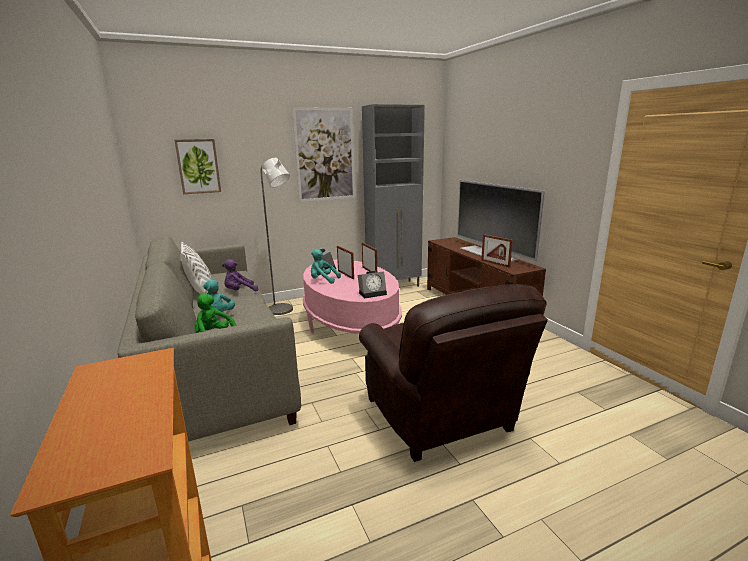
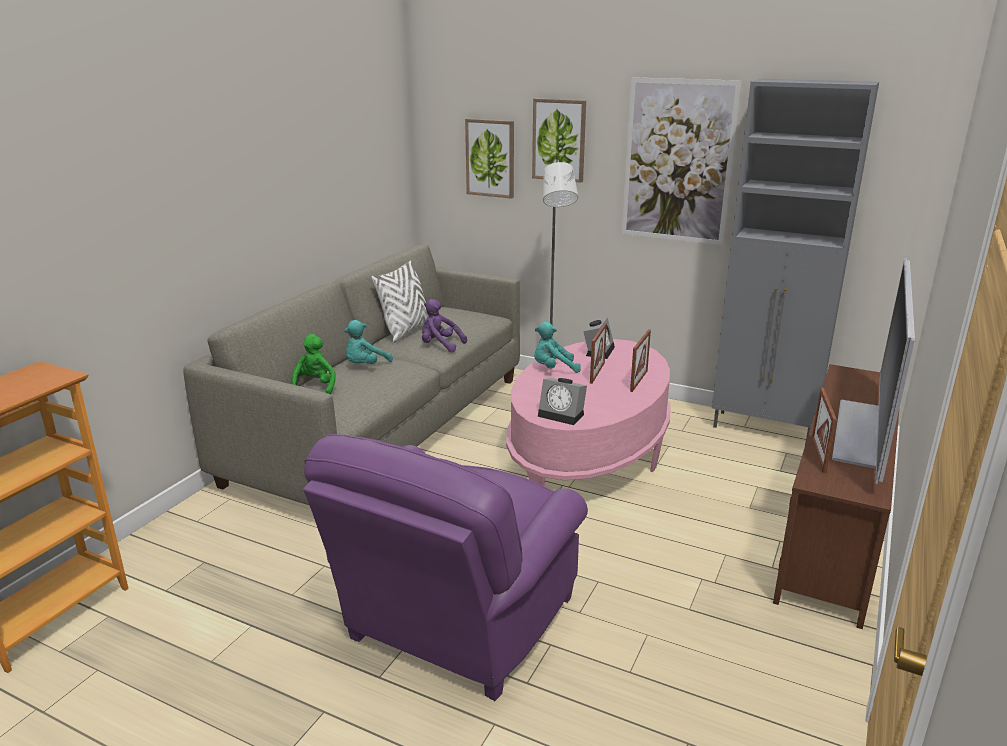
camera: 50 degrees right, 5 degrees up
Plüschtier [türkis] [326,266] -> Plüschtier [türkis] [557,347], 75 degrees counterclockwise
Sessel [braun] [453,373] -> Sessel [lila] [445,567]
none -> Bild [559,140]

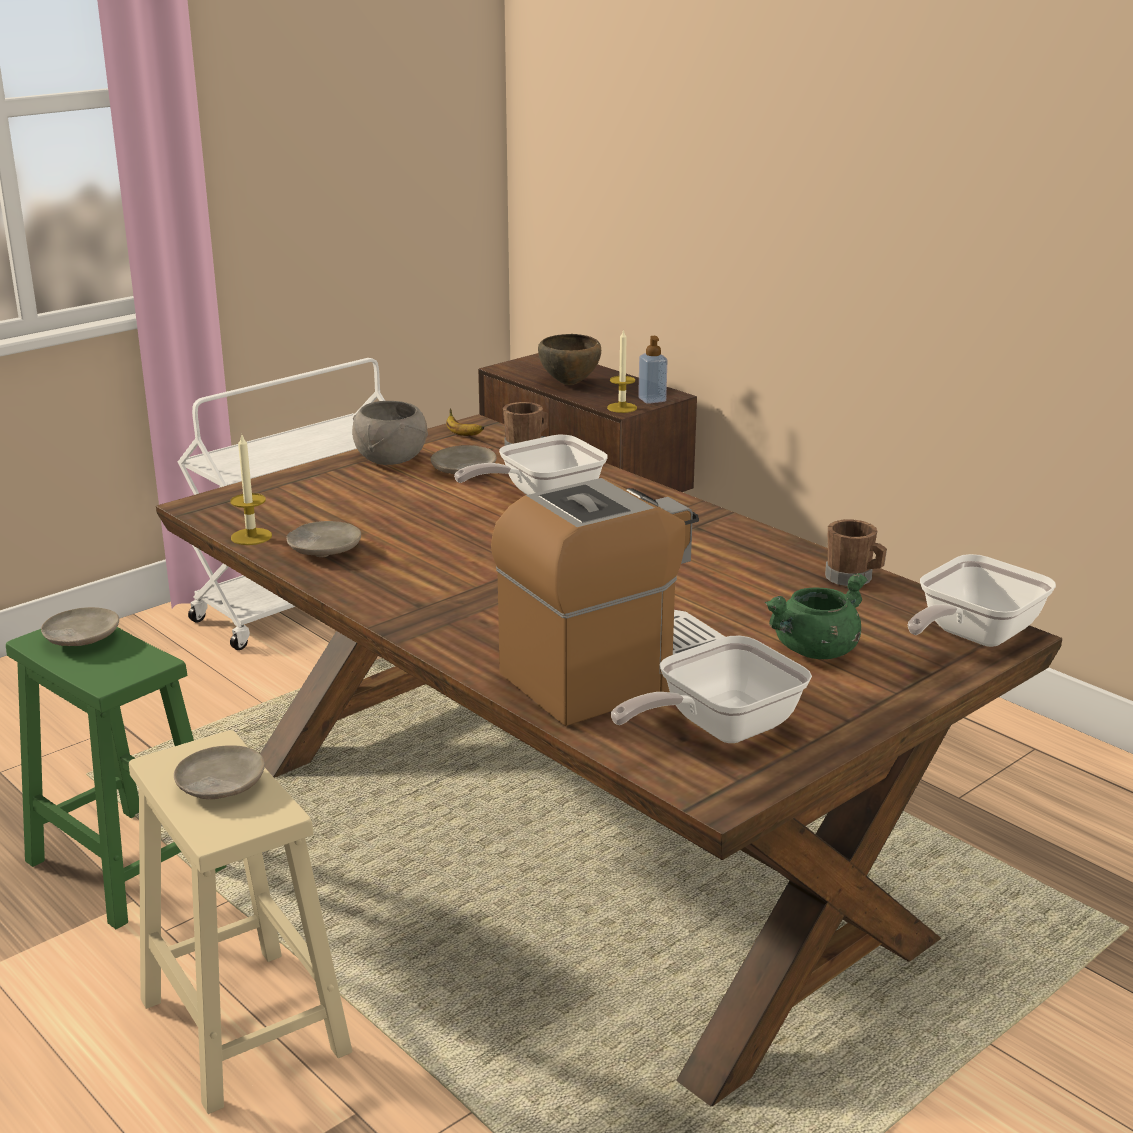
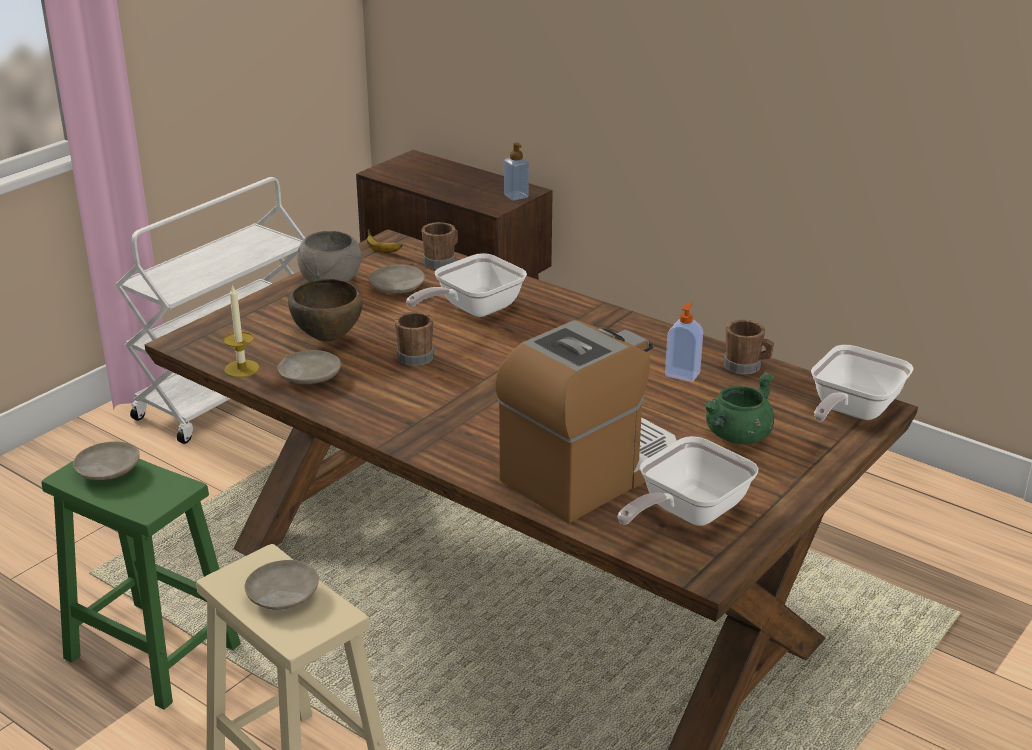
camera: 10 degrees left, 5 degrees up
Kerze [622,371] -> none
Schüssel [braun] [569,359] -> Schüssel [braun] [325,310], relocated
none -> Seifenspender [684,342]
none -> Henkelbecher [braun] [414,339]

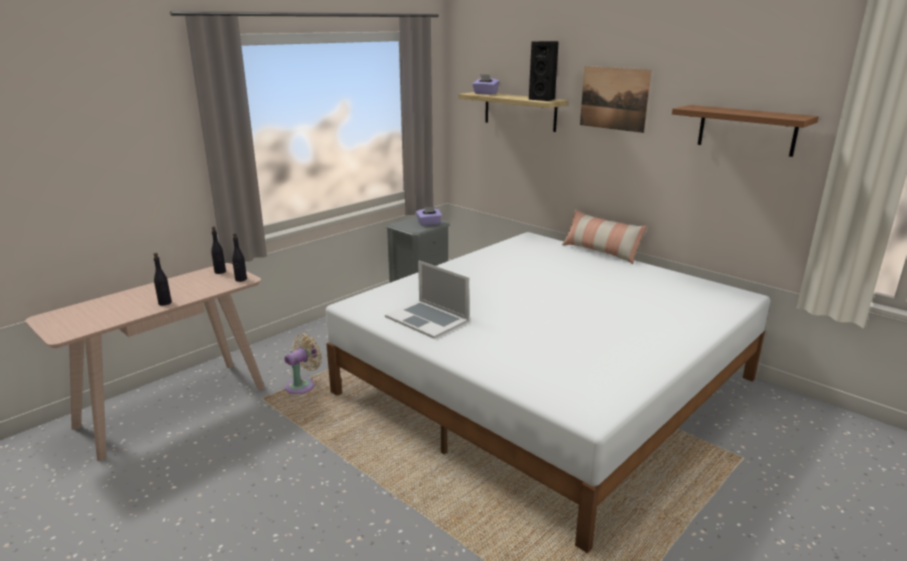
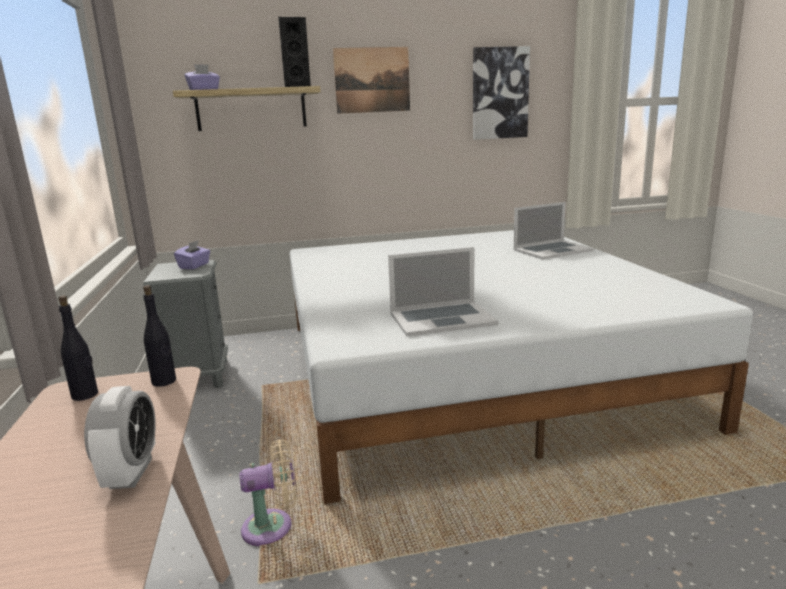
camera: 55 degrees left, 5 degrees down
Wandregal [braun] [745,131] -> Bild [501,93]
Kissen [604,236] -> none
Flasche [schwarz] [163,279] -> Wecker [120,437]
Ventilator [beige] [303,364] -> Ventilator [beige] [268,492], 90 degrees clockwise
none -> Laptop [554,230]

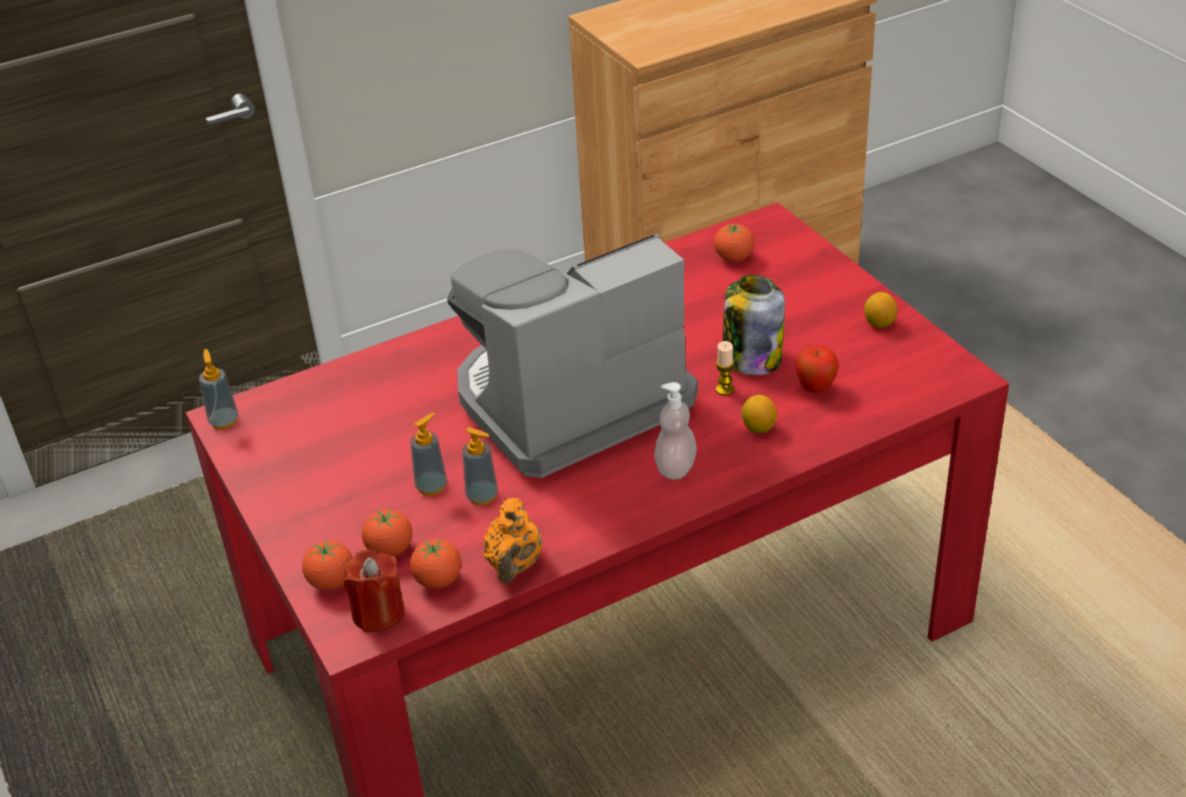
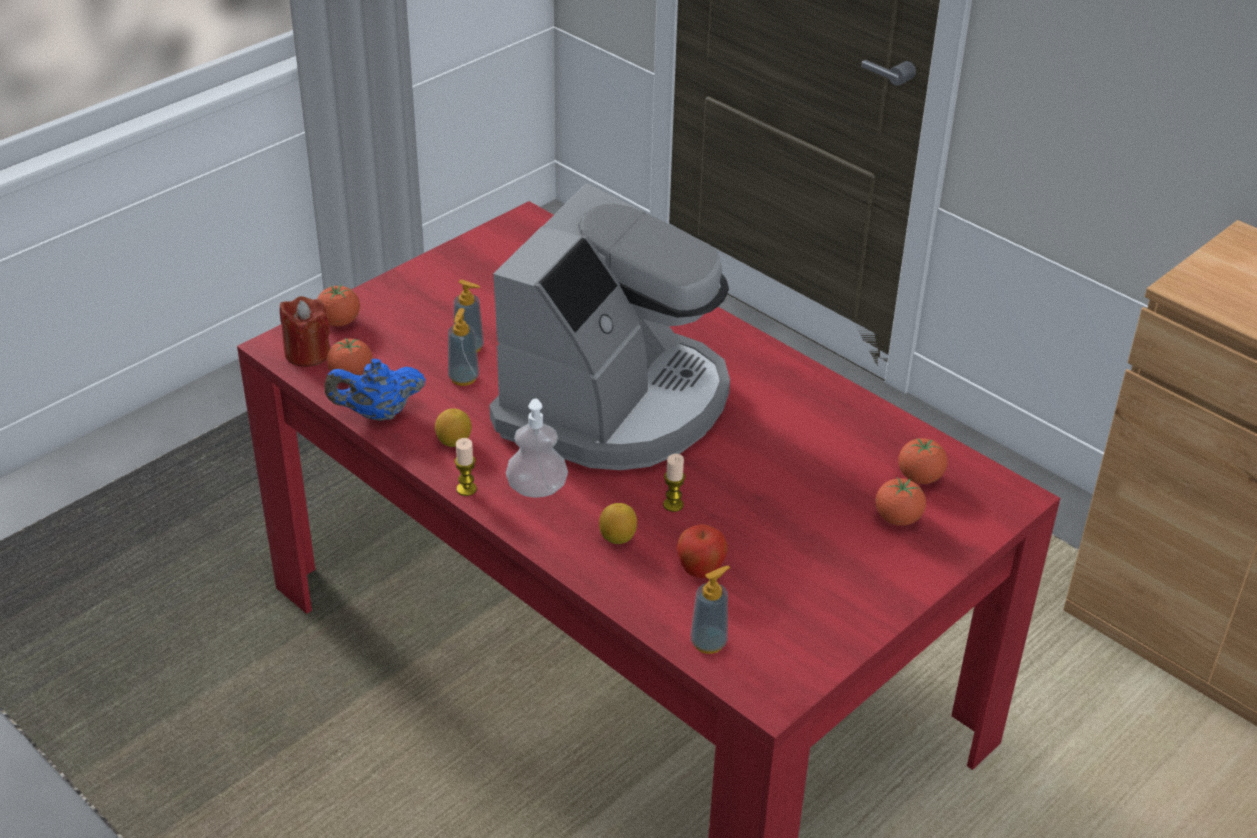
camera: 70 degrees right, 0 degrees up
Kaffeemaschine [572,355] -> Kaffeemaschine [609,326], 75 degrees clockwise
Vorratsglas [754,325] -> none
Zitrone [881,310] -> Zitrone [453,427], relocated
Seifenspender [219,389] -> Seifenspender [710,610], relocated
Teekanne [orange] [513,540] -> Teekanne [blau] [375,390]
Tomate [387,532] -> Tomate [901,501], relocated
none -> Kerze [466,467]

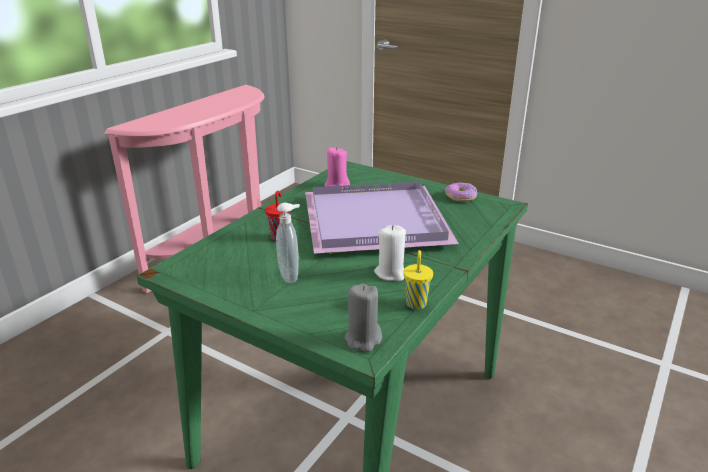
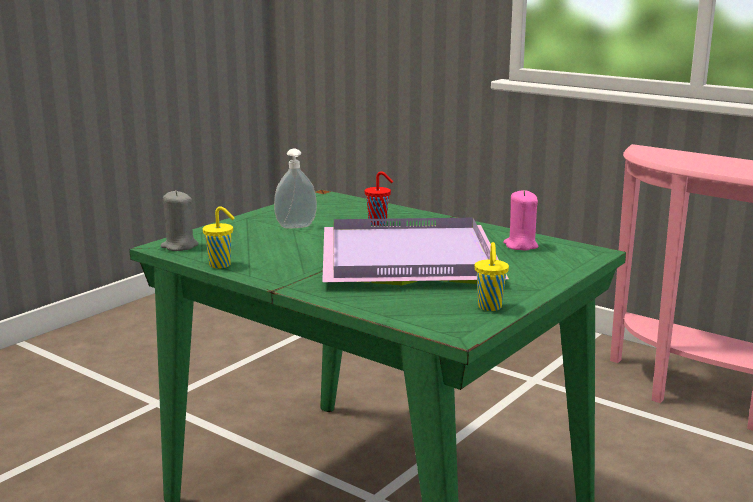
camera: 95 degrees right, 10 degrees down
Donut [461,192] -> Tasse [gelb] [492,276]
Kerze [weiß] [390,253] -> none

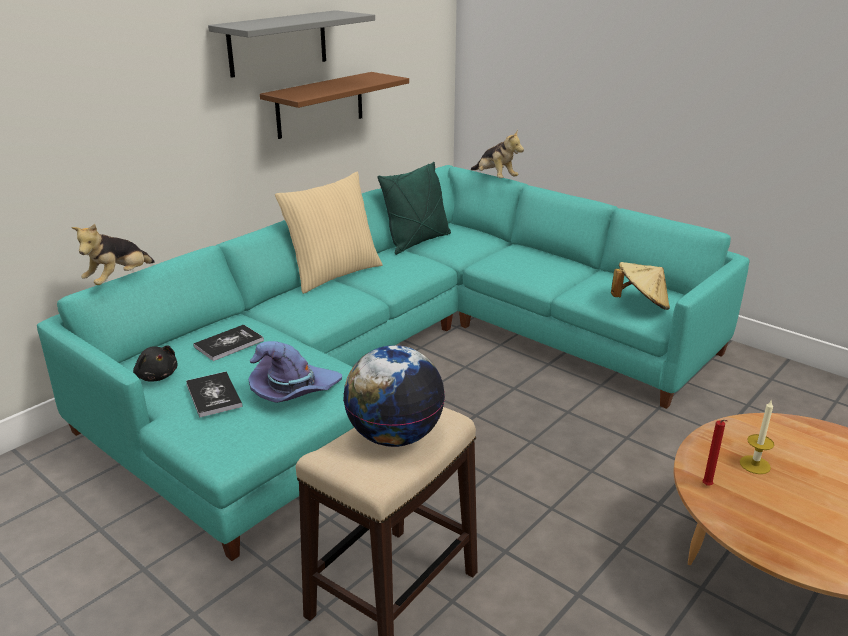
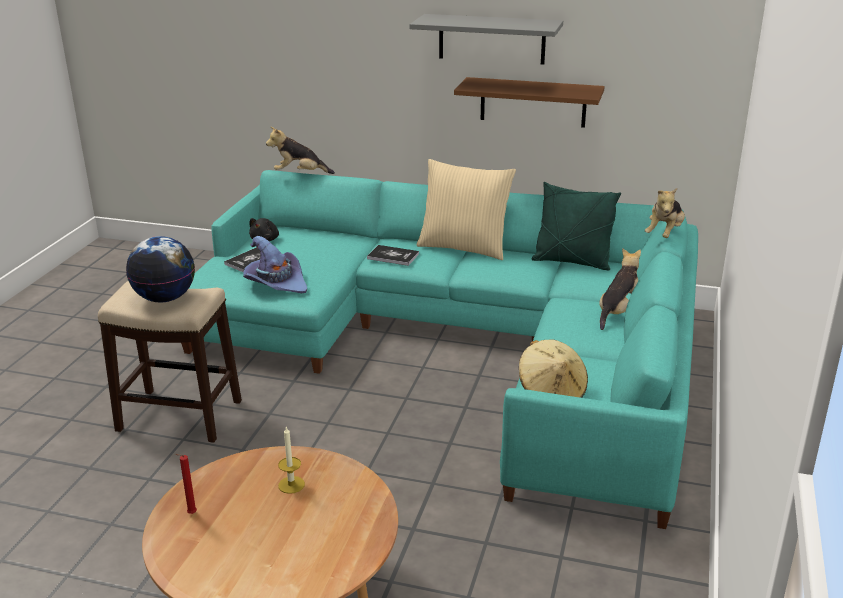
camera: 65 degrees right, 0 degrees up
Buch [228,343] -> Buch [393,255], relocated
Kerze [rot] [714,453] -> Kerze [rot] [186,484], relocated
none -> Plüschtier [620,289]

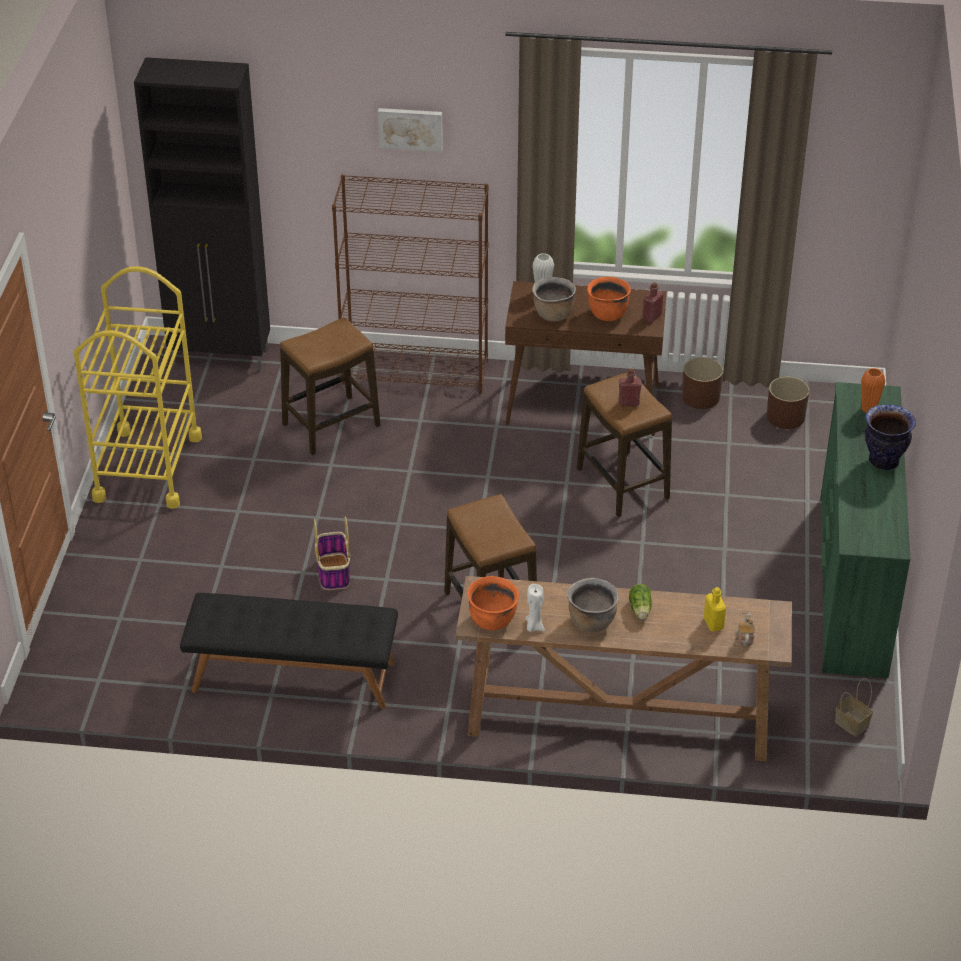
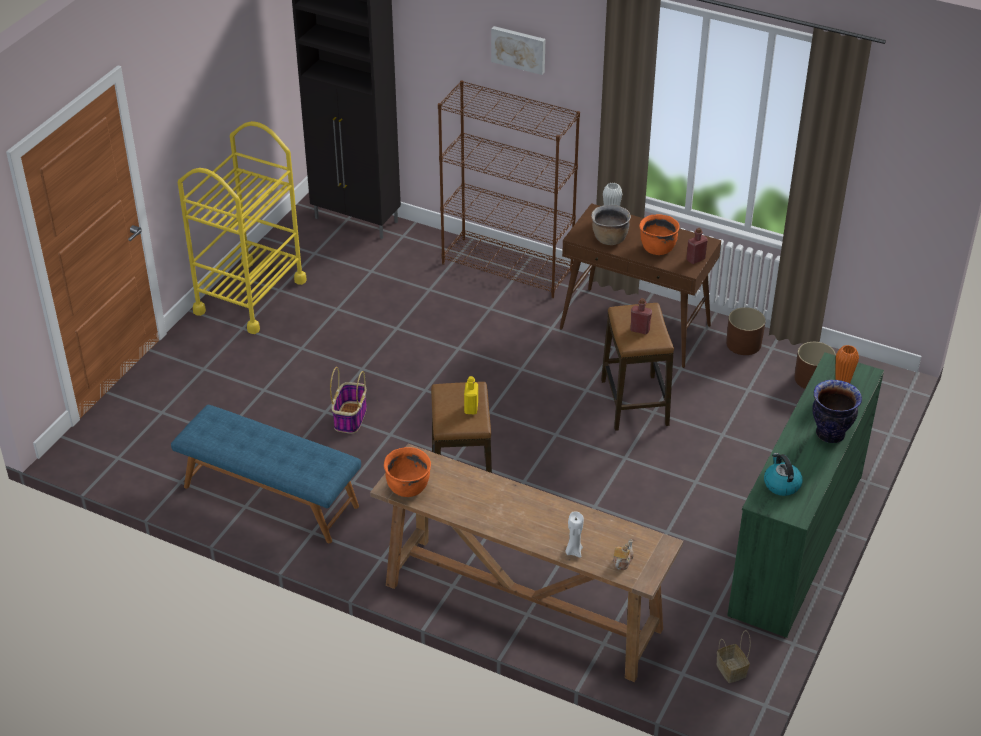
camera: 20 degrees right, 0 degrees up
Hocker [330,386] -> none
Kochtopf [braun] [593,605] -> none
Kerze [weiß] [535,608] -> Kerze [weiß] [574,534], relocated
Salatkopf [640,602] -> none
Flasche [gelb] [715,609] -> Flasche [gelb] [471,395], relocated
Bank [schwarz] [289,651] -> Bank [blau] [266,474]
none -> Wasserkessel [783,474]

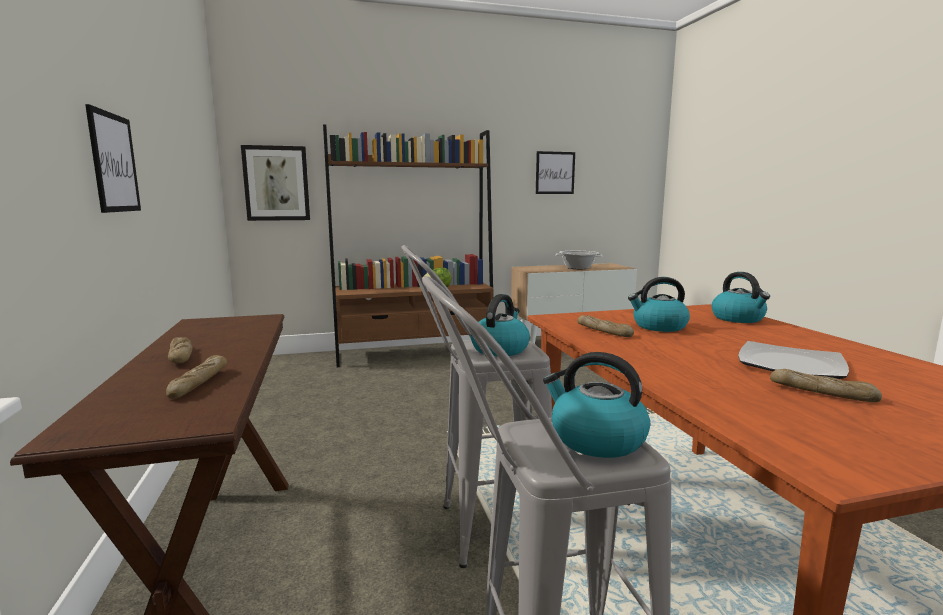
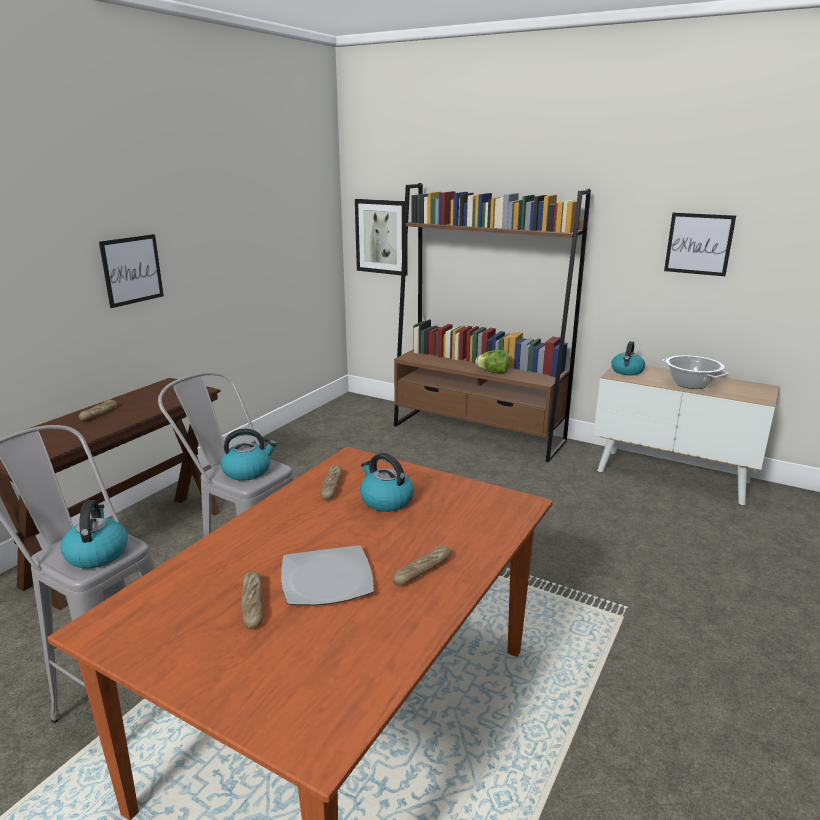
camera: 45 degrees right, 10 degrees up
Wasserkessel [740,297] -> Wasserkessel [628,358], relocated
Brot [196,377] -> Brot [422,566], relocated

